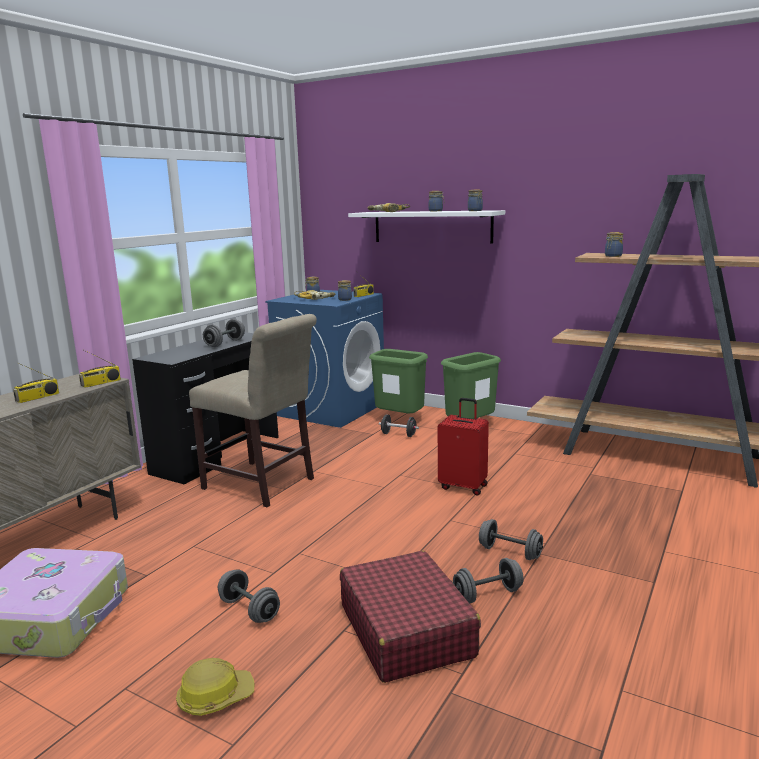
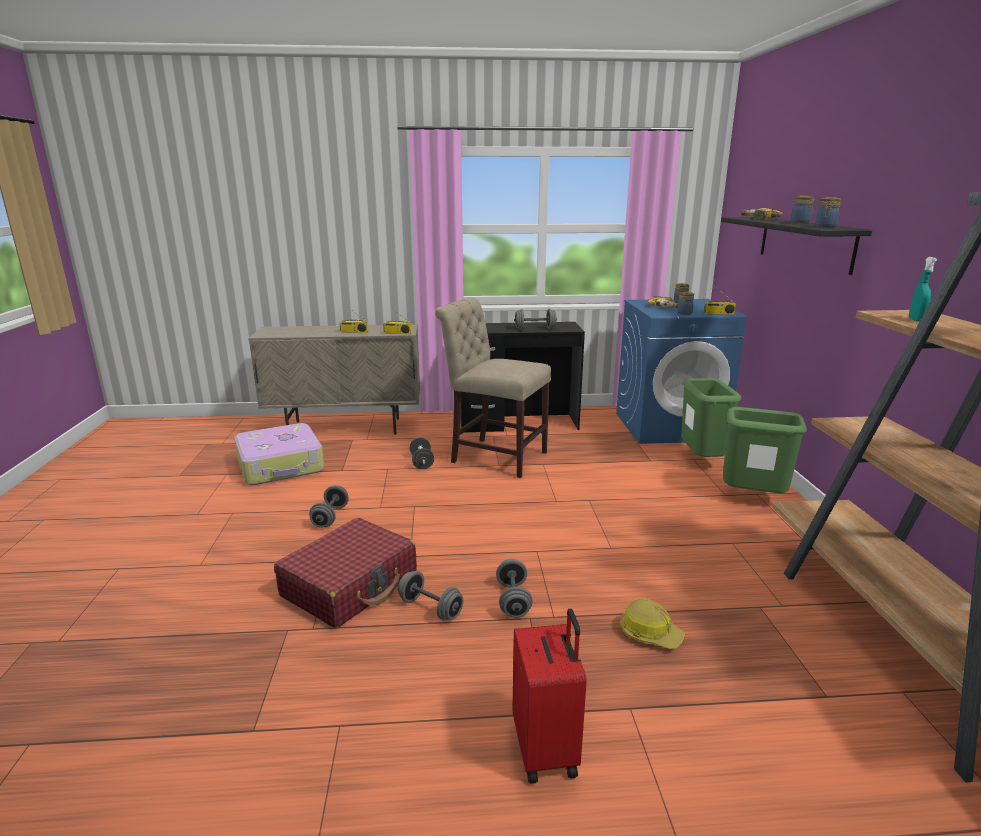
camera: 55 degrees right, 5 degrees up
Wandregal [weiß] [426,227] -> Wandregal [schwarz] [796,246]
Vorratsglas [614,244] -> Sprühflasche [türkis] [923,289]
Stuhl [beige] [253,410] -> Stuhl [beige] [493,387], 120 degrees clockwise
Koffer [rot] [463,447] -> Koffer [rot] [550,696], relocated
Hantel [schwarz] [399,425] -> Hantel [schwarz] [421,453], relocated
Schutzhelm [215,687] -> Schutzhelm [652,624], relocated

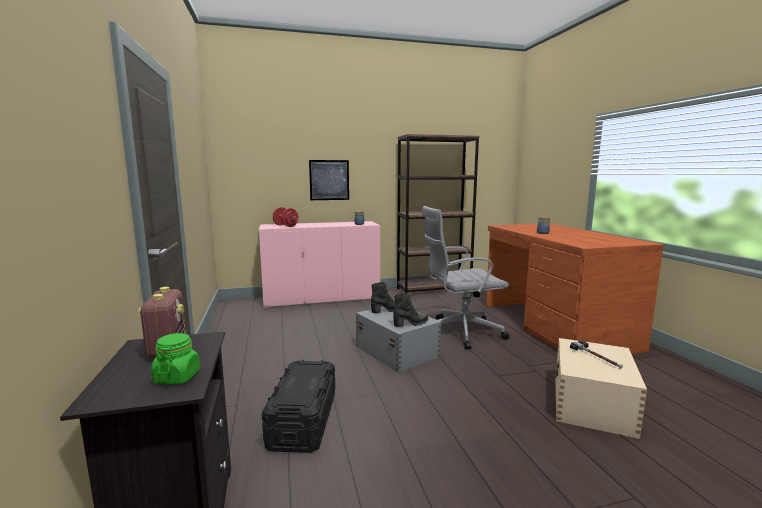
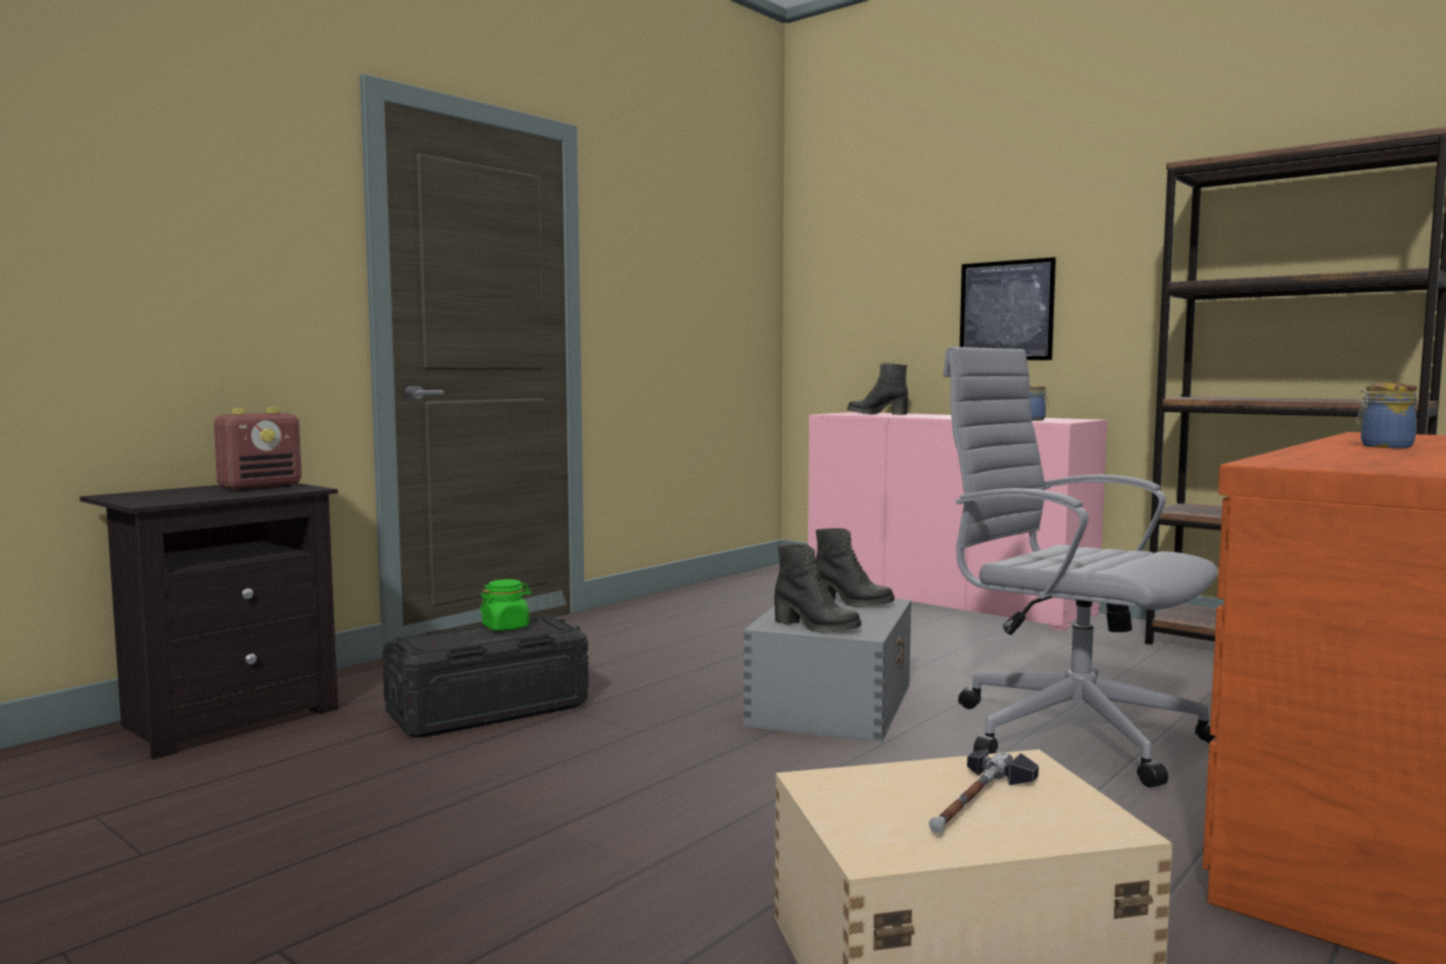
camera: 55 degrees right, 5 degrees down
Hantel [rot] [285,217] -> Stiefel [schwarz] [877,389]
Vorratsglas [grün] [175,358] -> Vorratsglas [grün] [505,605], relocated

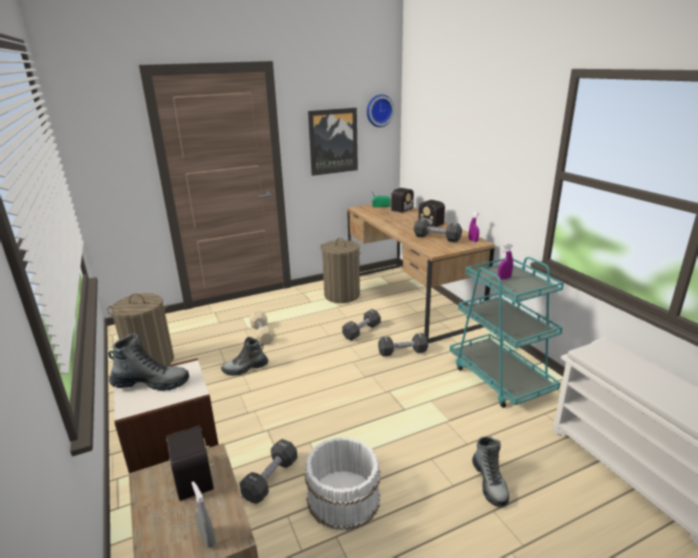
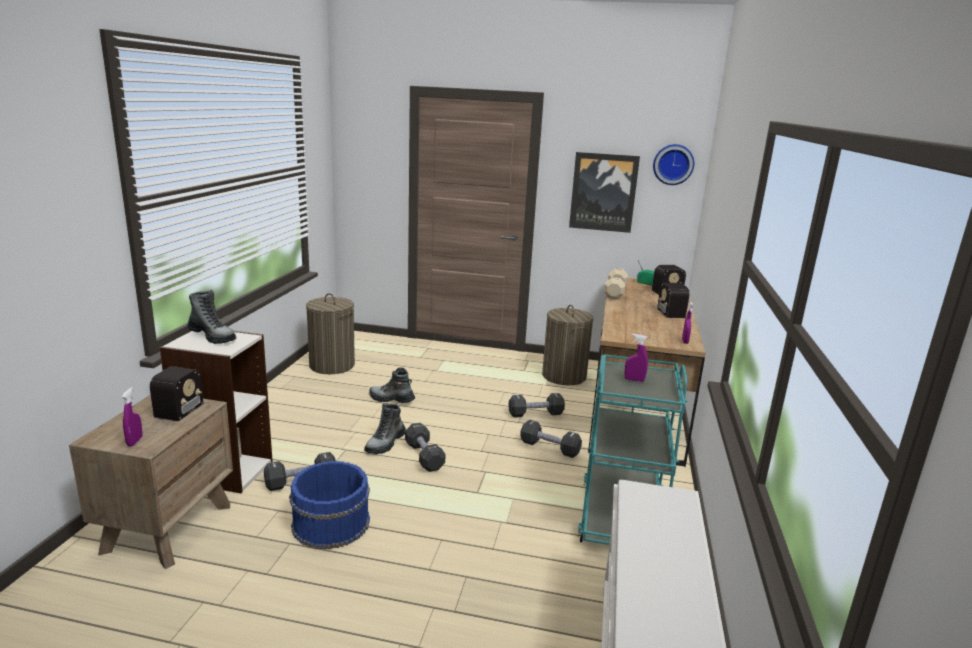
camera: 35 degrees right, 5 degrees down
Hantel [schwarz] [438,231] -> Hantel [schwarz] [425,447], relocated
Hantel [beige] [261,328] -> Hantel [beige] [616,283], relocated
Stiefel [490,471] -> Stiefel [385,429], relocated
Eimer [weiß] [342,484] -> Eimer [blau] [329,505]
Sprühflasche [grau] [203,514] -> Sprühflasche [lila] [132,416]

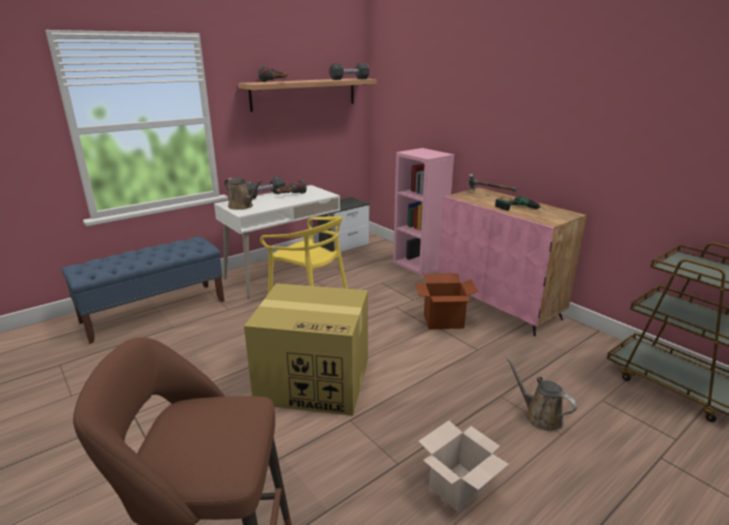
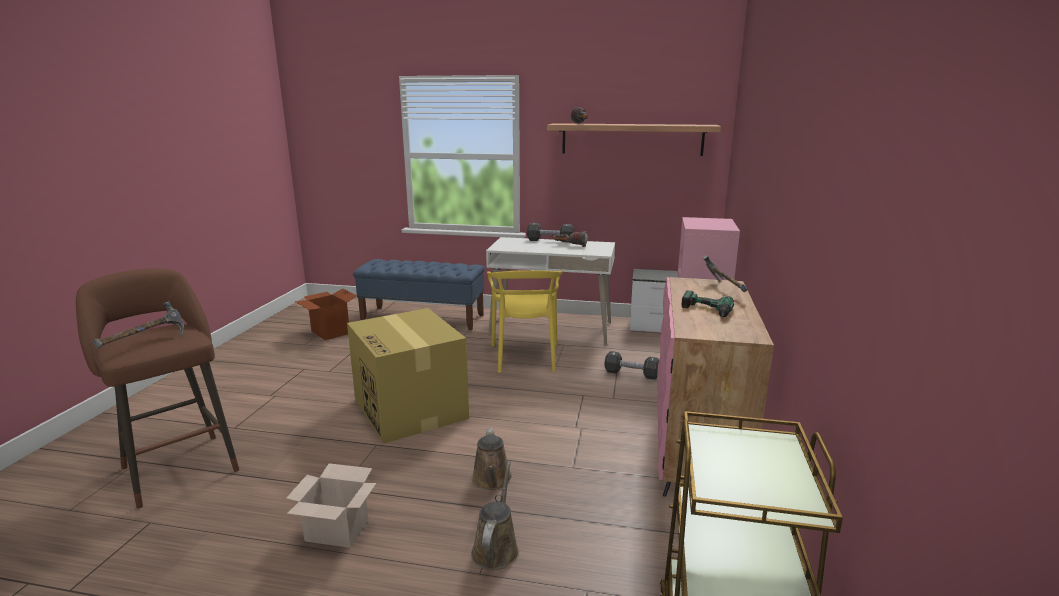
camera: 50 degrees right, 5 degrees down
Hantel [schwarz] [349,71] -> Hantel [schwarz] [631,365], relocated
Gießkanne [braun] [243,194] -> Gießkanne [braun] [492,459], relocated
Karton [446,301] -> Karton [326,314], relocated
none -> Hammer [138,325]

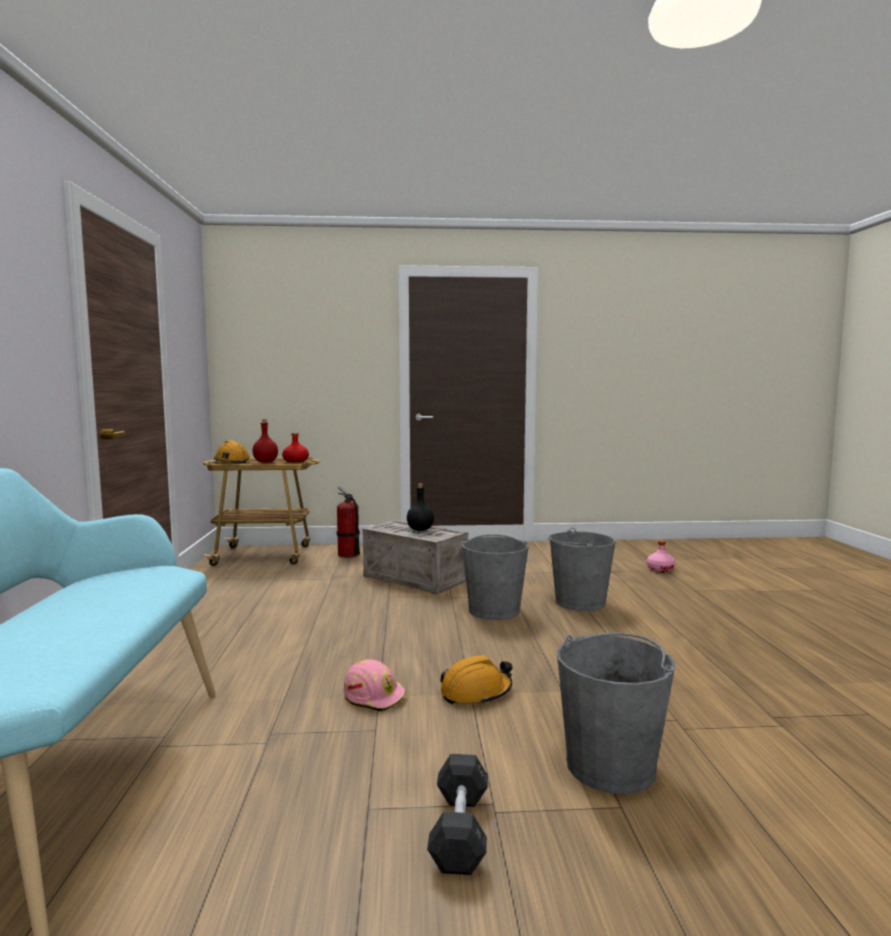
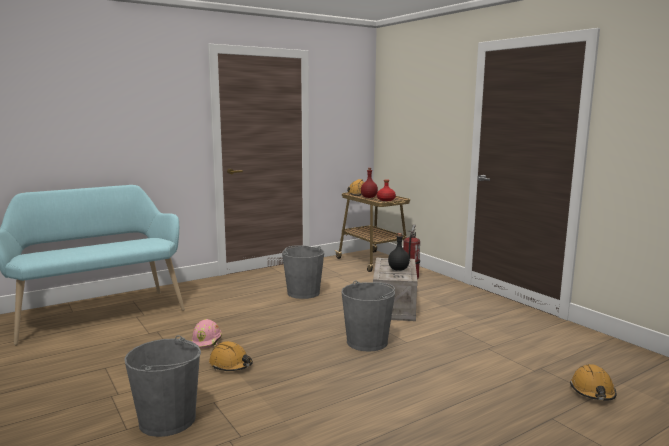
camera: 60 degrees right, 5 degrees up
Eimer [grau] [581,569] -> Eimer [grau] [303,272], relocated
Flasche [rosa] [661,556] -> Schutzhelm [orange] [593,382]
Hantel [grau] [457,814] -> none

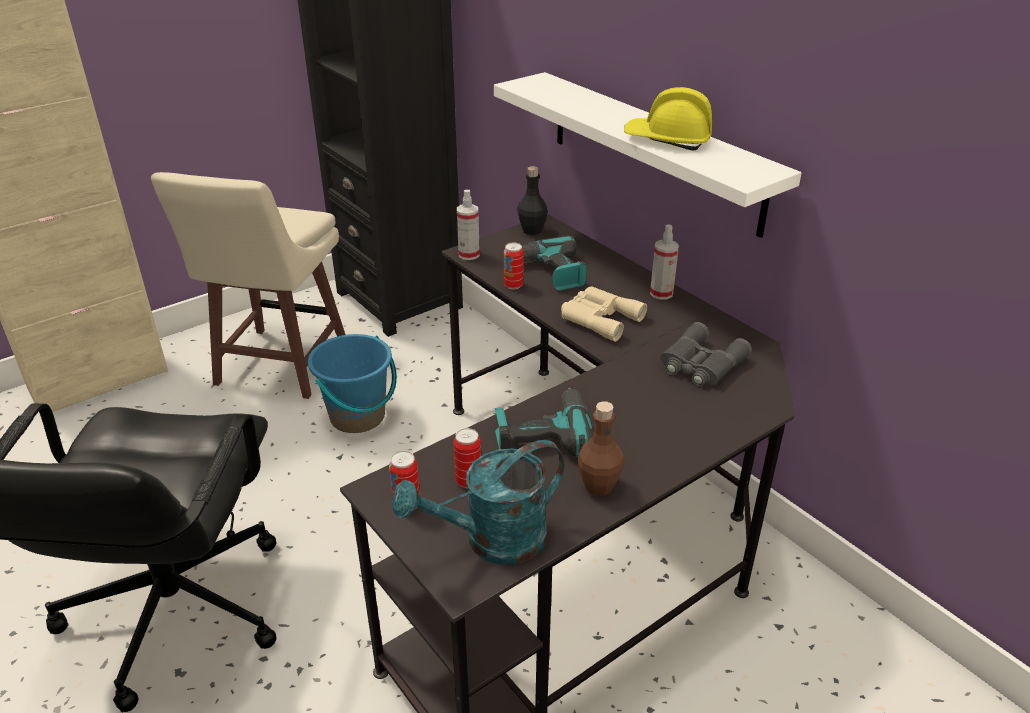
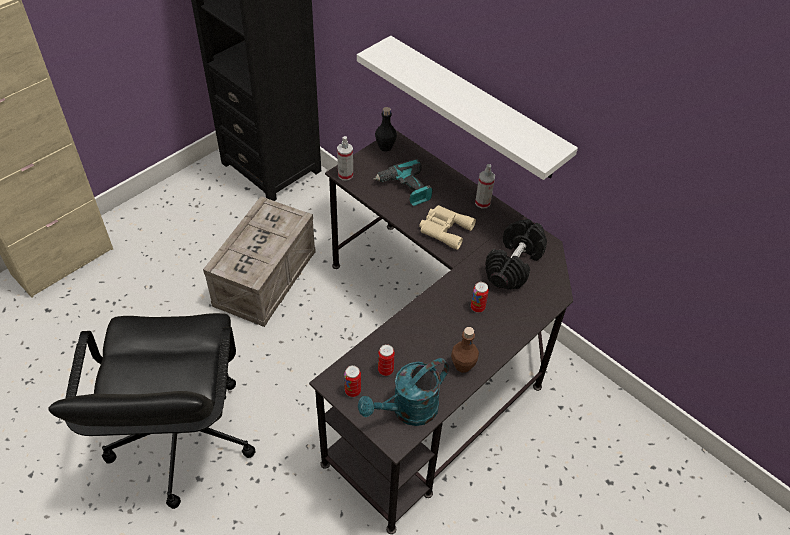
camera: 10 degrees left, 15 degrees up
Schutzhelm [gelb] [668,119] -> none
Hocker [beige] [248,285] -> none
Dose [514,266] -> Dose [480,297], relocated
Fernglas [grau] [706,354] -> Hantel [schwarz] [516,254]
Eimer [blau] [352,383] -> Kiste [259,261]
Bohrmaschine [544,422] -> none

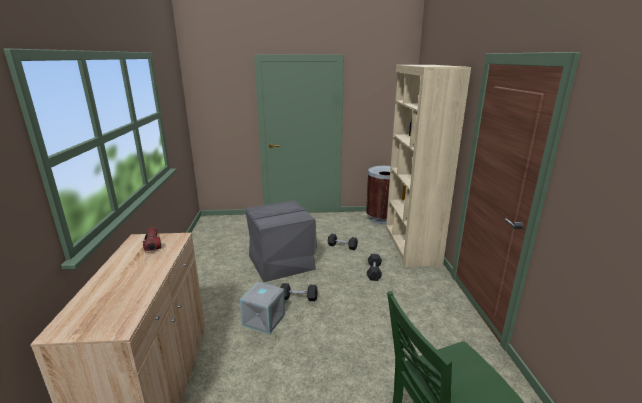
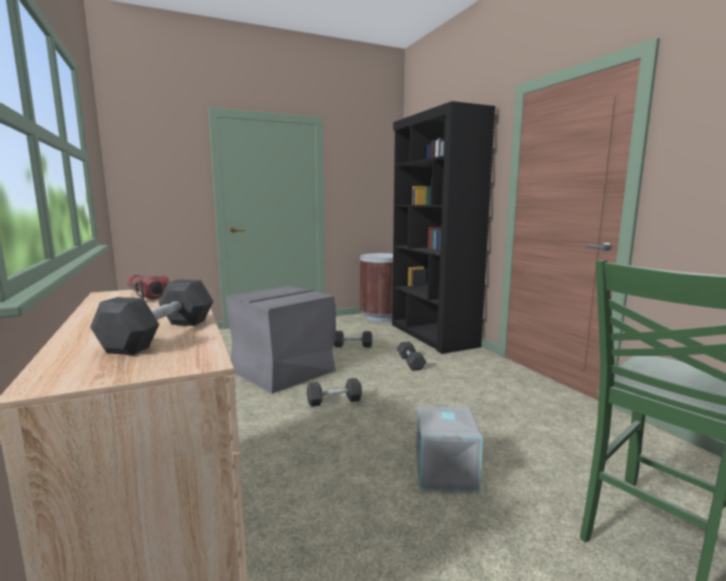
camera: 20 degrees left, 10 degrees down
Bücherregal [beige] [428,166] -> Bücherregal [schwarz] [444,227]
Aufbewahrungsbox [grau] [262,308] -> Aufbewahrungsbox [grau] [449,448], relocated
none -> Hantel [grau] [152,317]

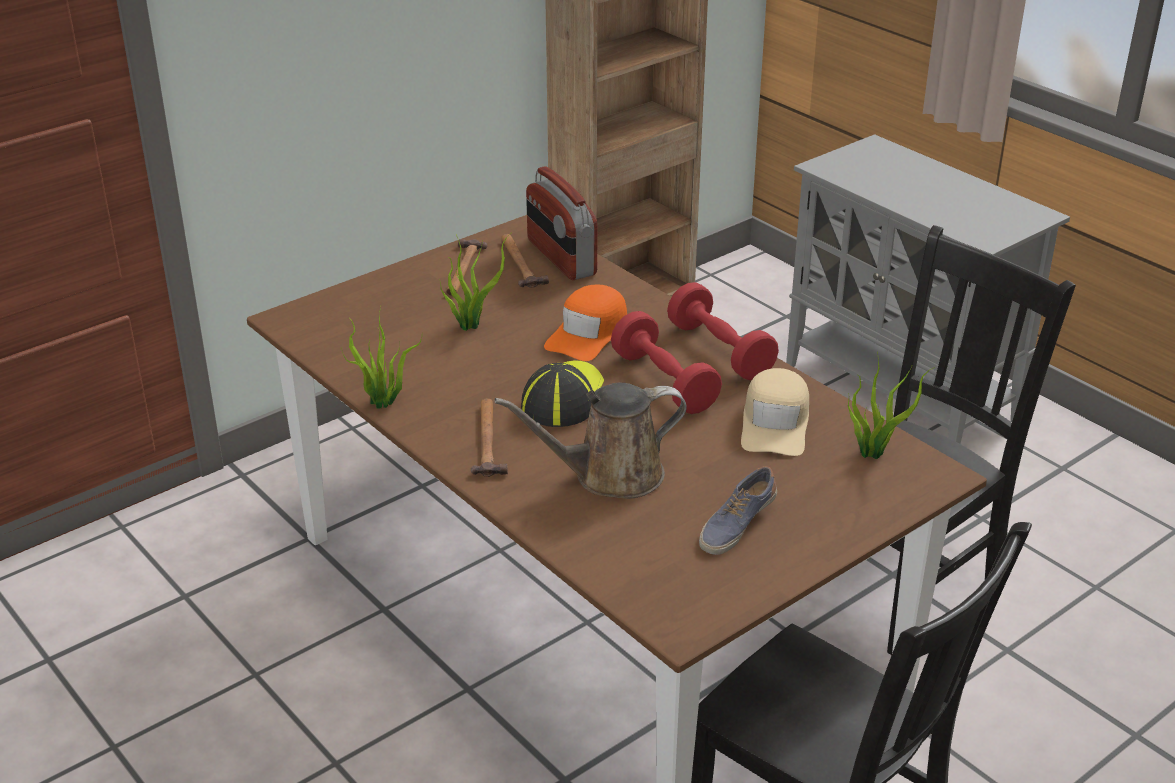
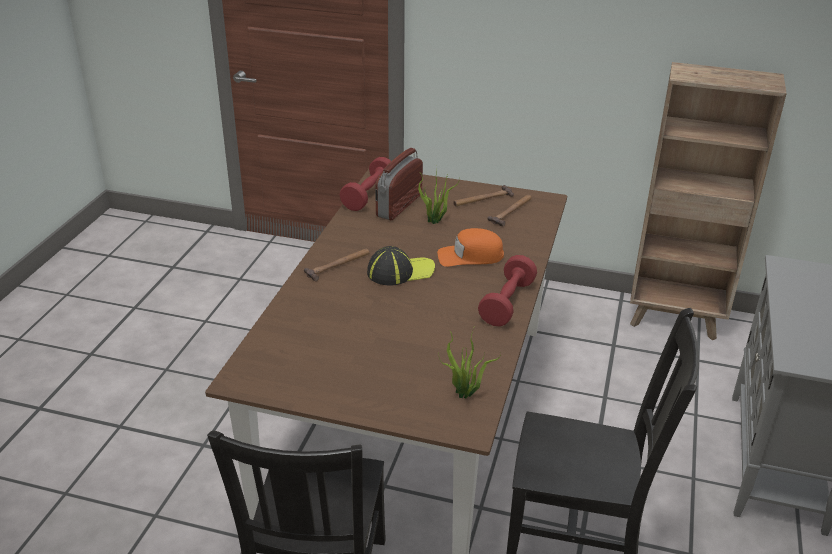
camera: 55 degrees right, 0 degrees up
Radio [562,223] -> Radio [399,184], relocated
Topfpflanze [381,358] -> none
Hantel [rot] [666,362] -> Hantel [rot] [365,184], relocated
Kappe [beige] [775,412] -> none
Gießkanne [braun] [590,440] -> none
Schuh [738,510] -> none

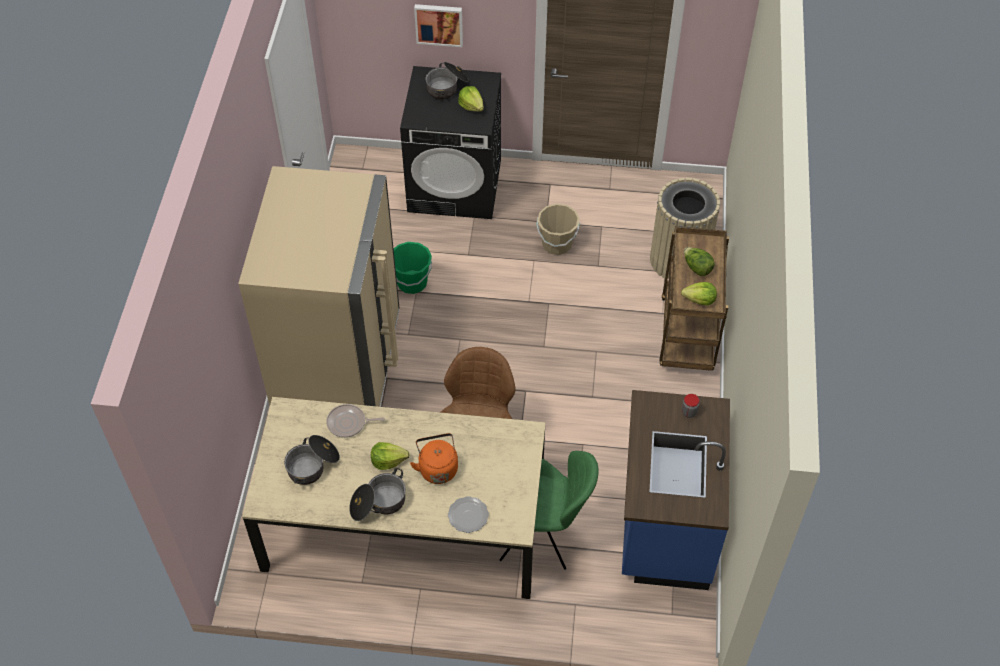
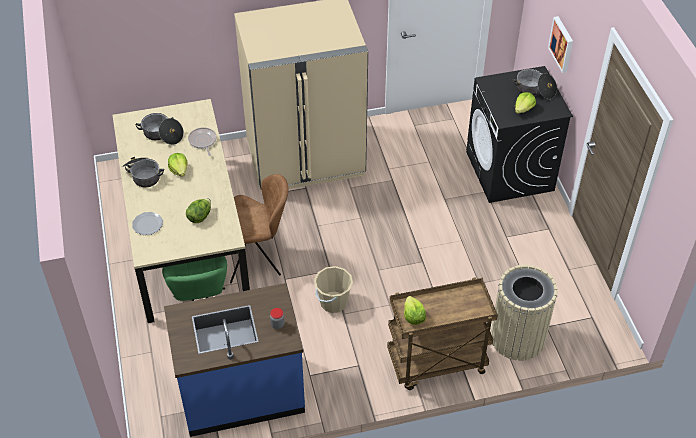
camera: 70 degrees right, 5 degrees down
Eimer [beige] [558,229] -> Eimer [beige] [333,289], relocated
Eimer [grün] [413,268] -> none
Salatkopf [699,261] -> Salatkopf [198,210], relocated
Wasserkessel [orange] [434,458] -> none

